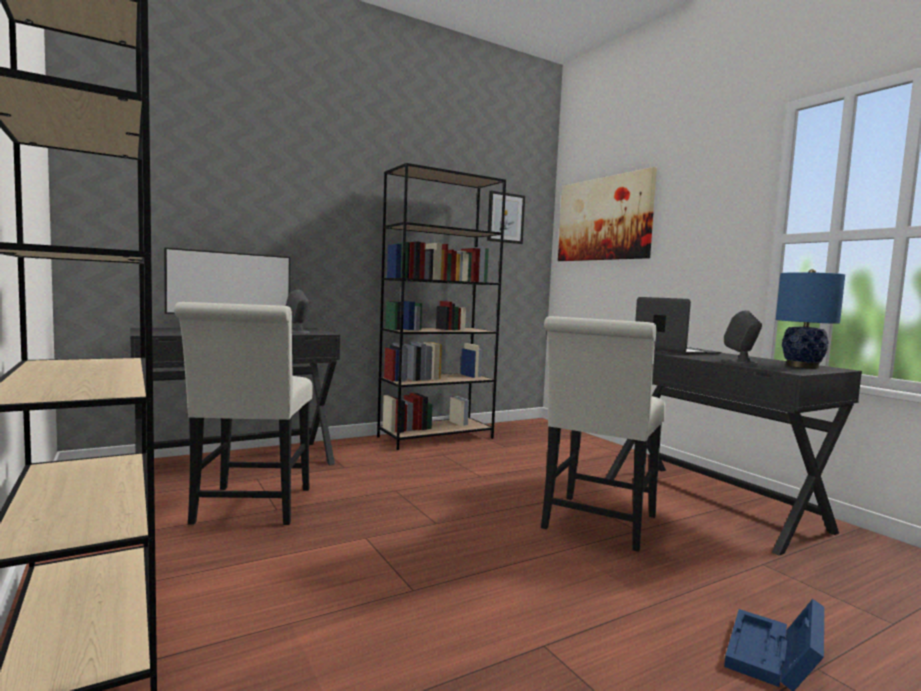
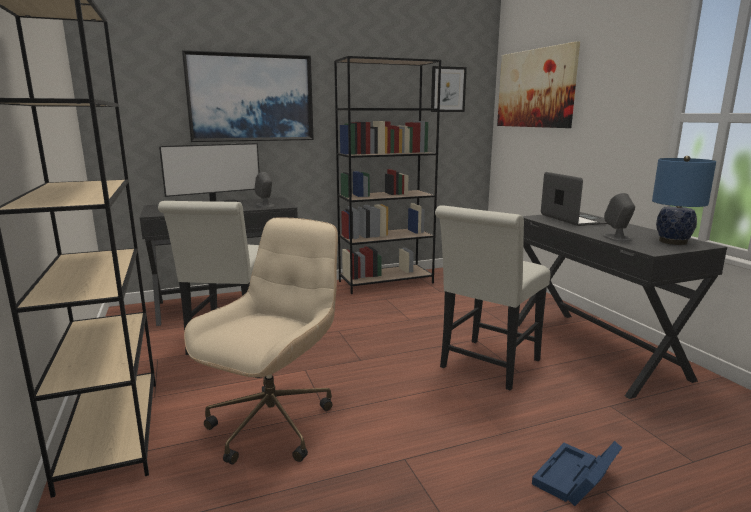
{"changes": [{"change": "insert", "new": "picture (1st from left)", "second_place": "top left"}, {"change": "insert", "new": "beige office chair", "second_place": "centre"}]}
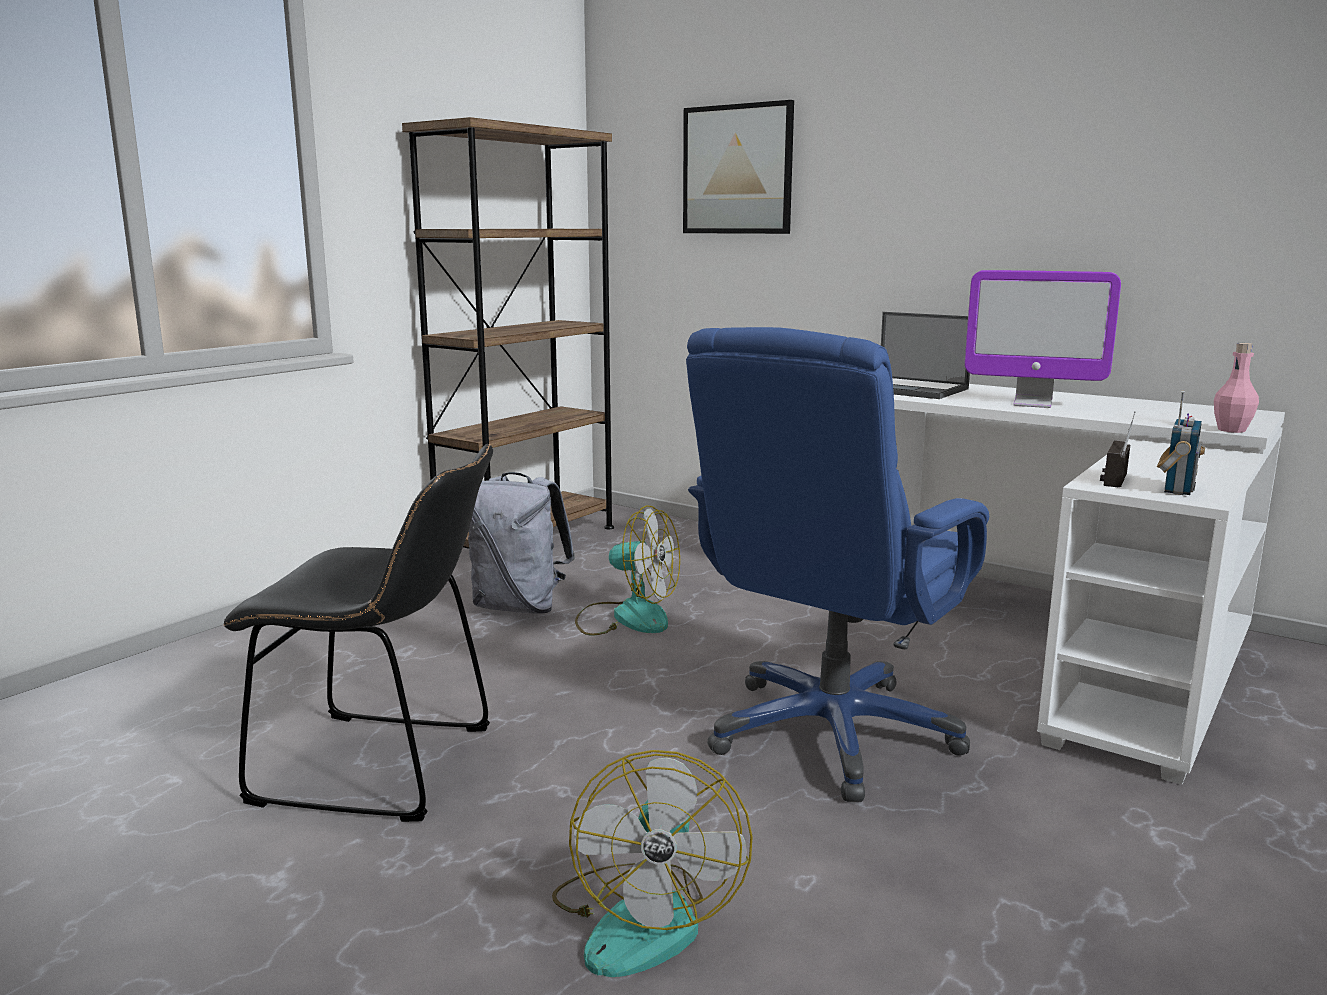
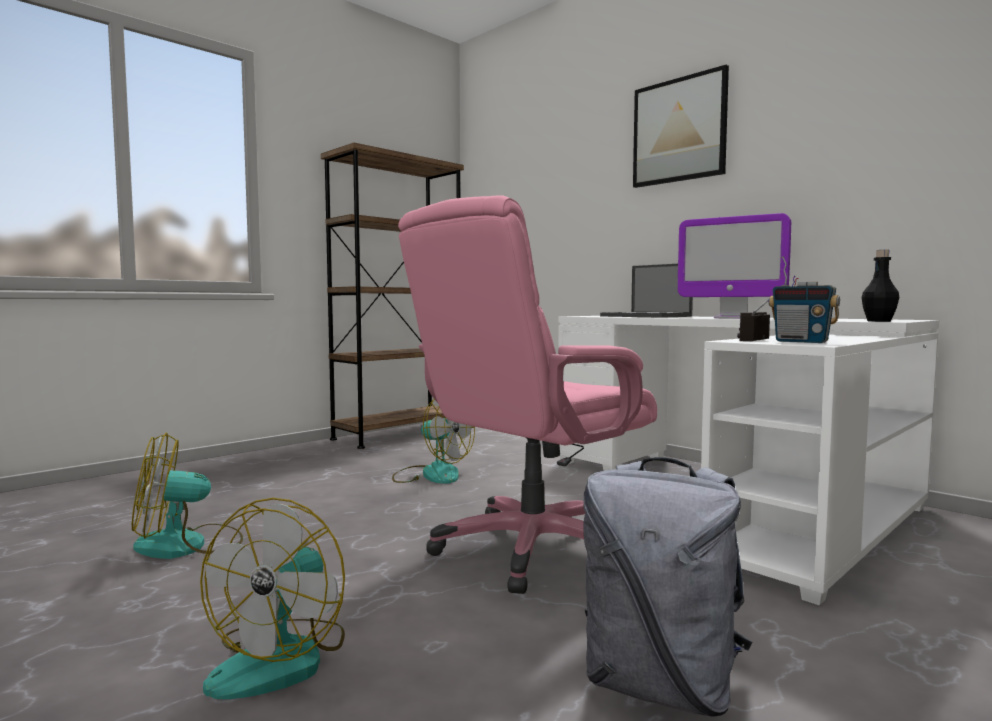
{"changes": [{"change": "replace", "old": "black chair", "new": "fan (1st from left)", "first_place": "middle left", "second_place": "bottom left"}, {"change": "recolor", "old": "blue office chair", "new": "pink office chair", "first_place": "centre", "second_place": "centre"}, {"change": "move", "old": "grey backpack", "first_place": "centre", "second_place": "bottom right"}, {"change": "move", "old": "picture", "first_place": "top centre", "second_place": "top right"}, {"change": "rotate", "old": "radio (2nd from left)", "first_place": "middle right", "second_place": "middle right", "degrees": 90}, {"change": "recolor", "old": "pink bottle", "new": "black bottle", "first_place": "middle right", "second_place": "middle right"}]}
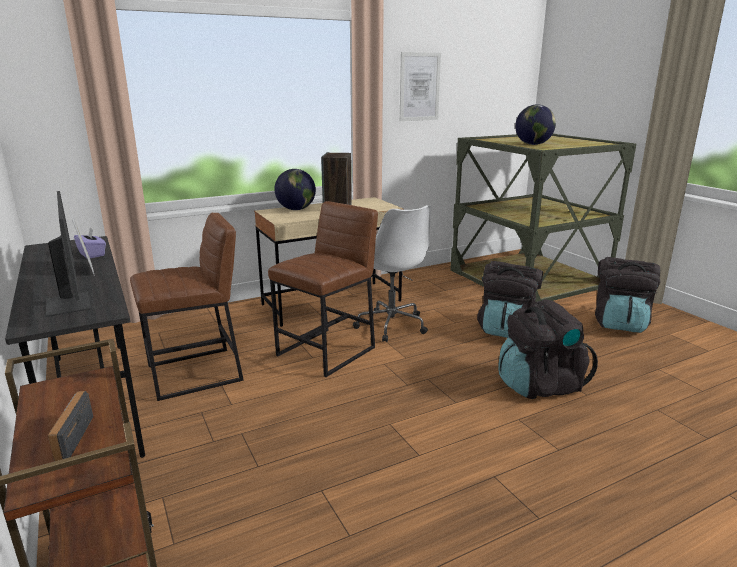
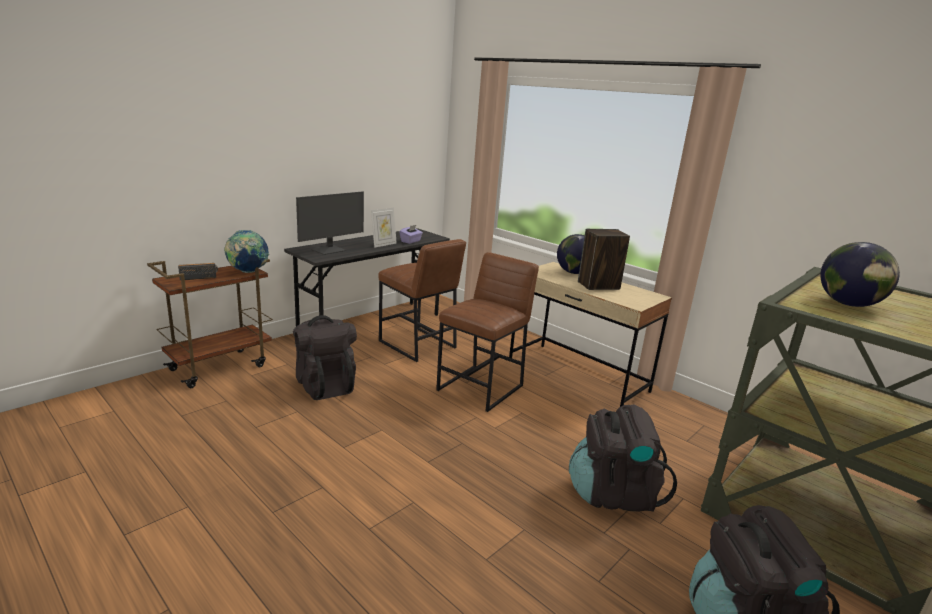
{"changes": [{"change": "insert", "new": "globe (1st from left)", "second_place": "middle left"}, {"change": "move", "old": "black backpack (2nd from left in the first image)", "new": "black backpack (1st from left)", "first_place": "middle right", "second_place": "centre"}, {"change": "rotate", "old": "brown chair (2nd from left)", "first_place": "centre", "second_place": "centre", "degrees": -75}, {"change": "delete", "old": "white office chair", "first_place": "centre"}, {"change": "delete", "old": "picture", "first_place": "top centre"}]}
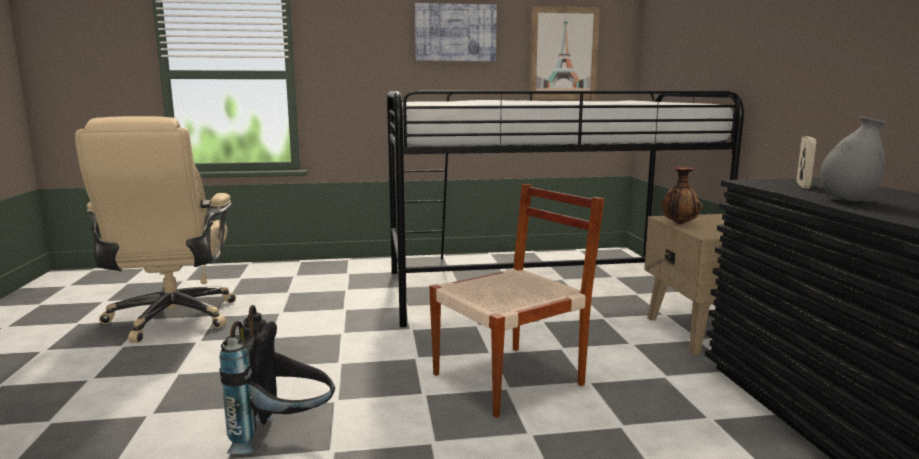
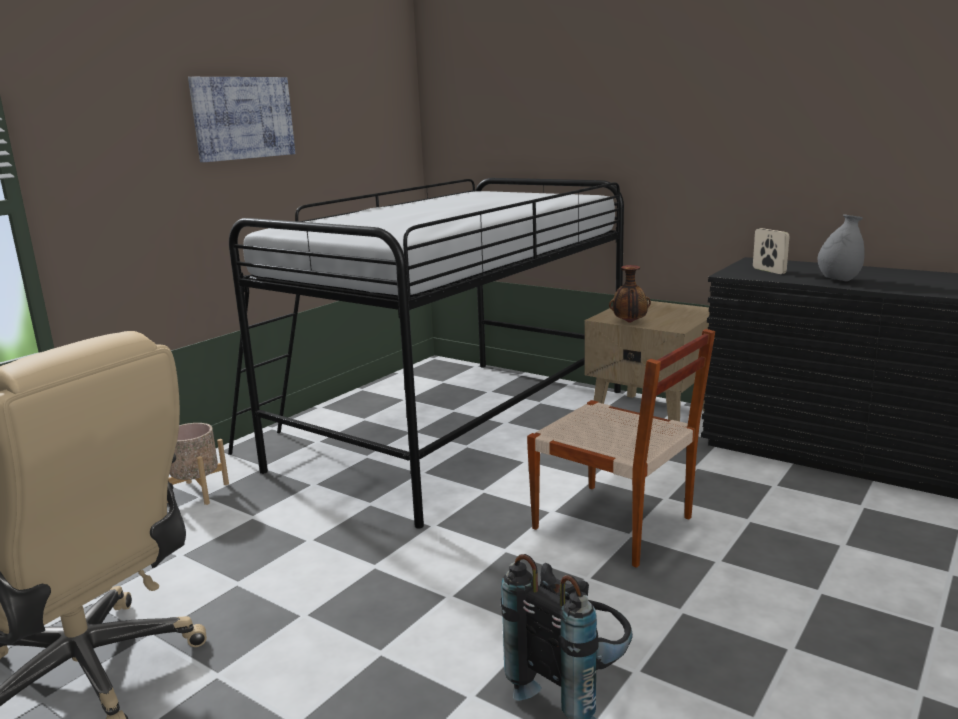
{"changes": [{"change": "insert", "new": "beige planter", "second_place": "middle left"}, {"change": "rotate", "old": "chair", "first_place": "centre", "second_place": "centre", "degrees": 120}, {"change": "delete", "old": "picture (2nd from left)", "first_place": "top centre"}]}
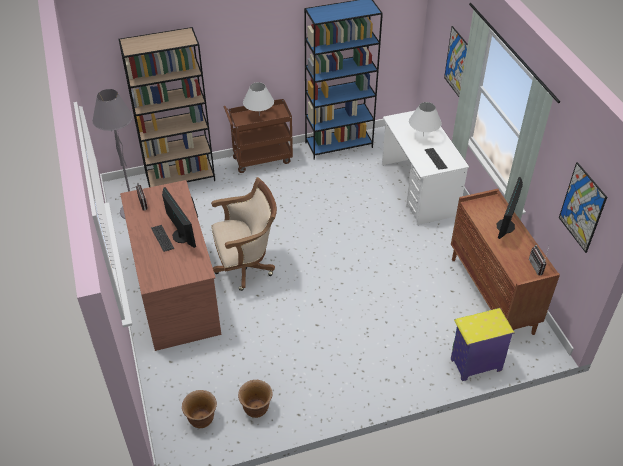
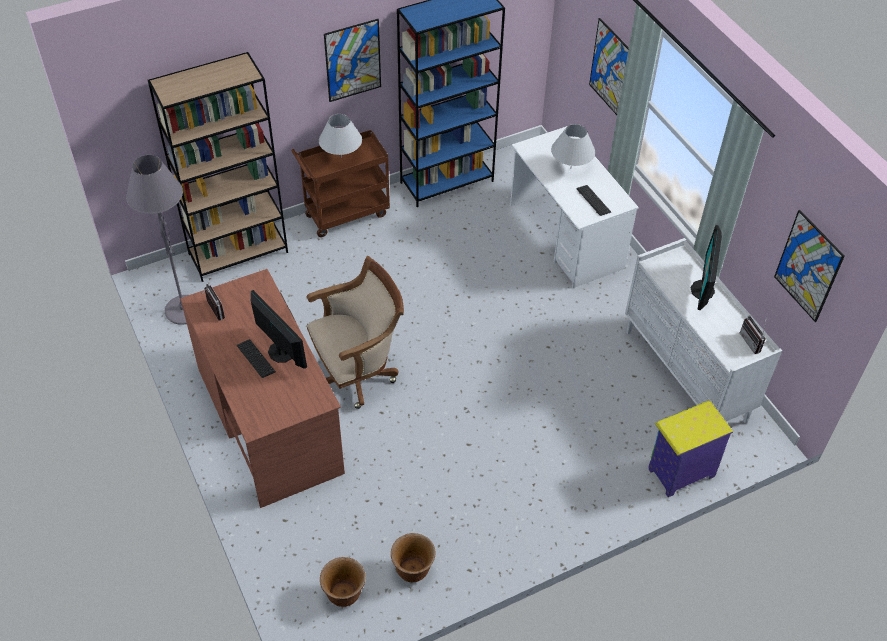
{"changes": [{"change": "insert", "new": "picture (1st from left)", "second_place": "top centre"}, {"change": "recolor", "old": "brown cabinet", "new": "white cabinet", "first_place": "middle right", "second_place": "middle right"}]}
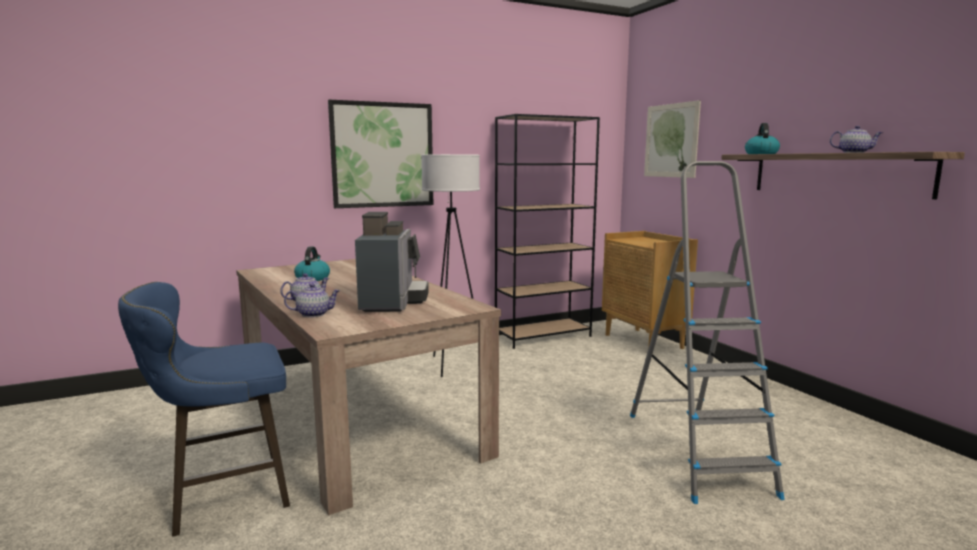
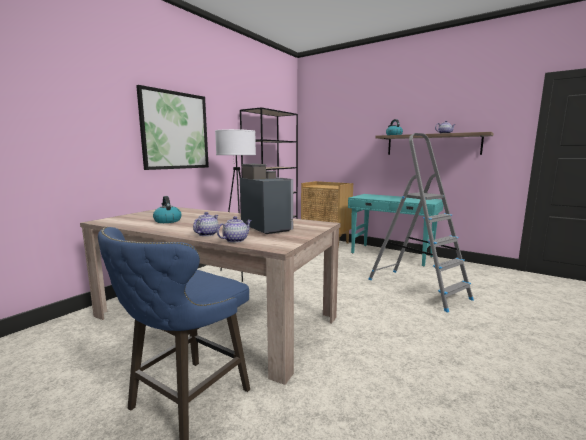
{"changes": [{"change": "insert", "new": "turquoise console table", "second_place": "middle right"}, {"change": "delete", "old": "picture (2nd from left)", "first_place": "top right"}]}
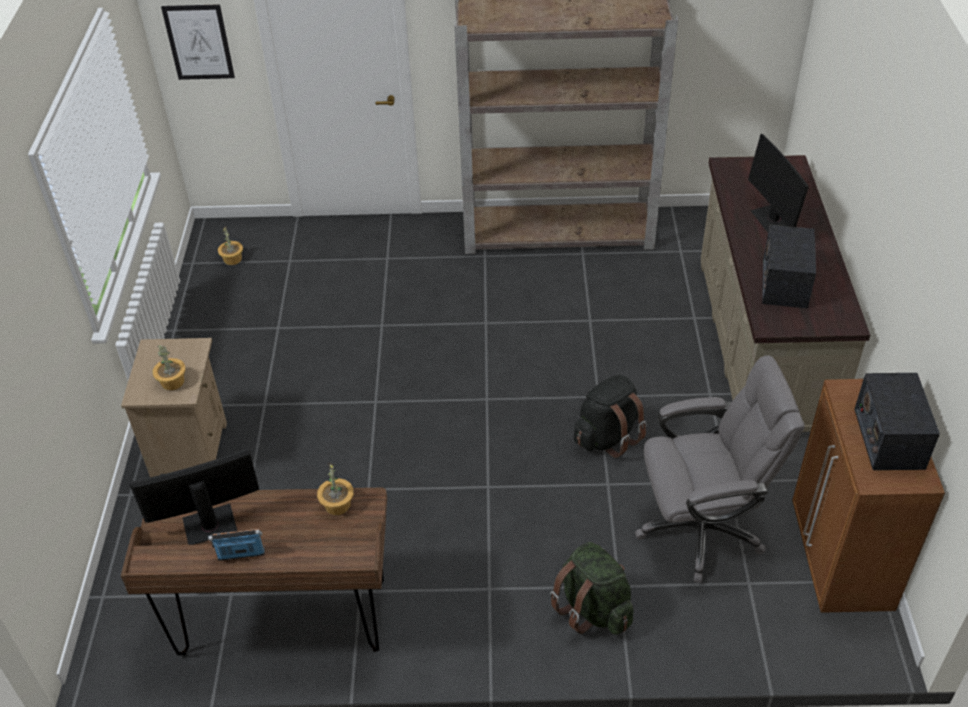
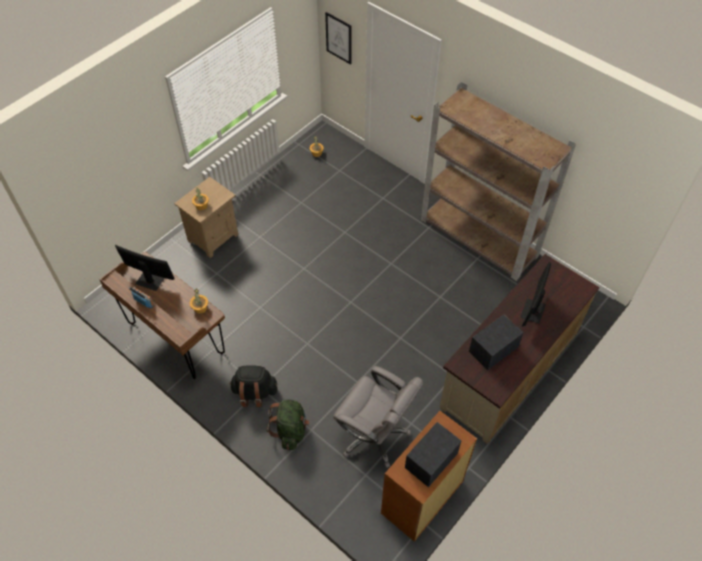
{"changes": [{"change": "move", "old": "black backpack", "first_place": "centre", "second_place": "bottom centre"}]}
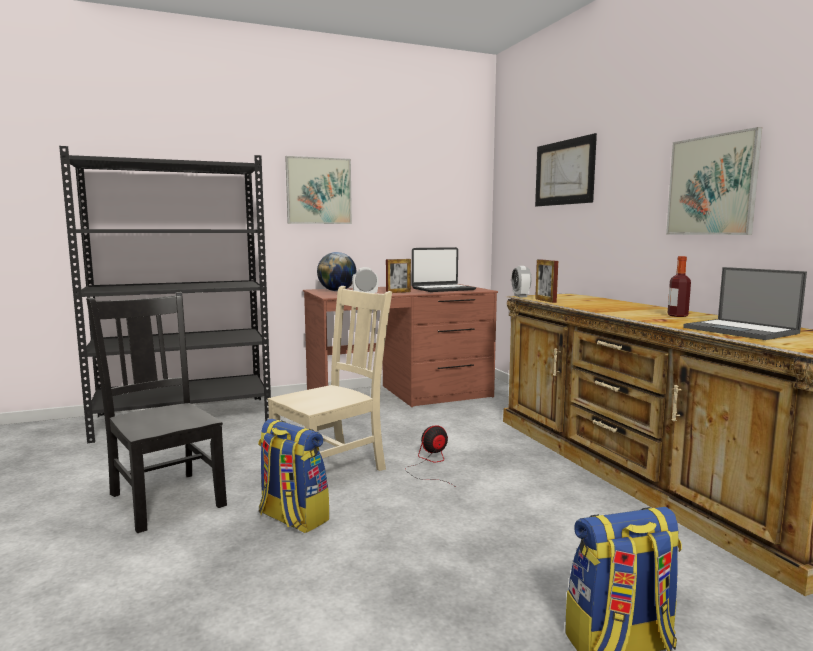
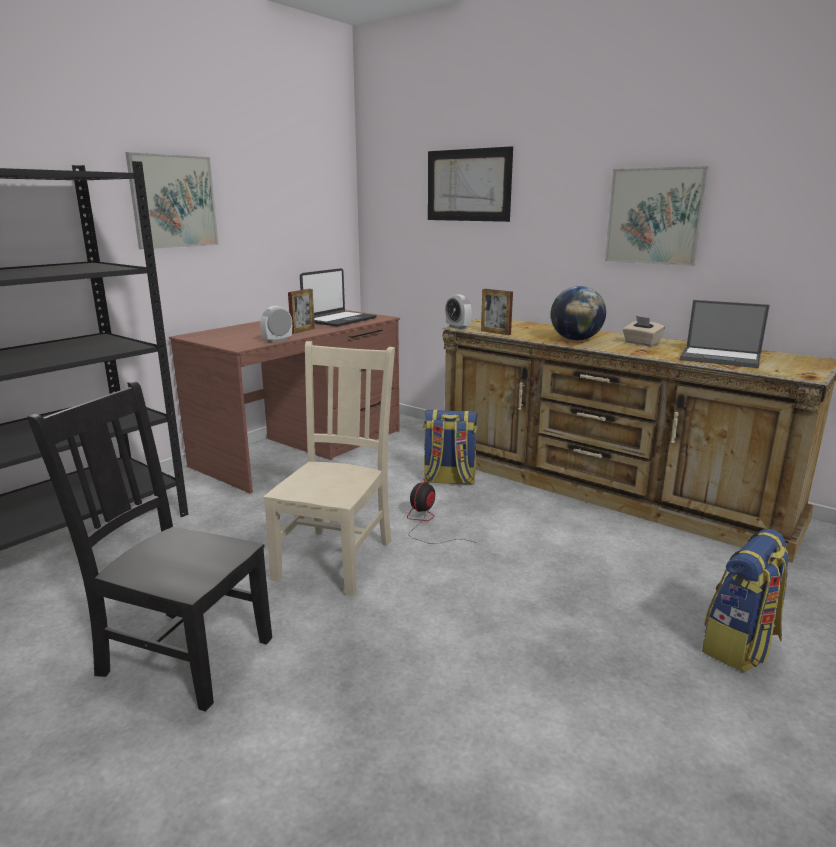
{"changes": [{"change": "move", "old": "backpack (1st from left)", "first_place": "bottom centre", "second_place": "centre"}, {"change": "move", "old": "globe", "first_place": "centre", "second_place": "middle right"}, {"change": "replace", "old": "bottle", "new": "beige tissue box", "first_place": "middle right", "second_place": "middle right"}]}
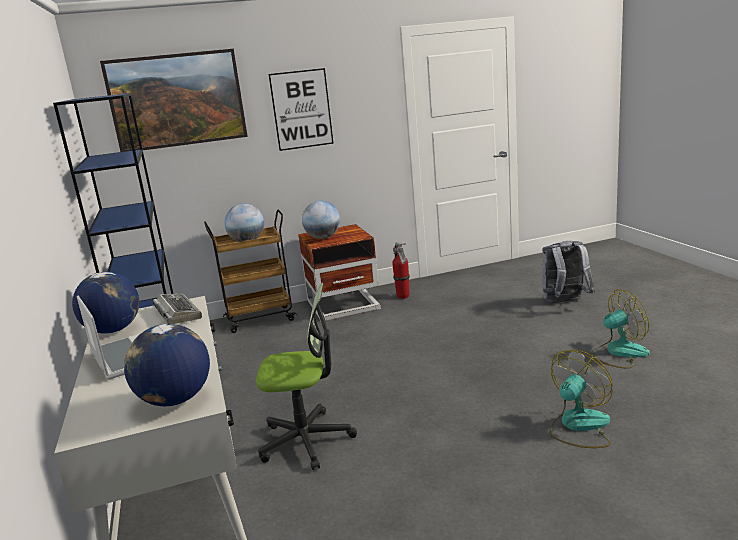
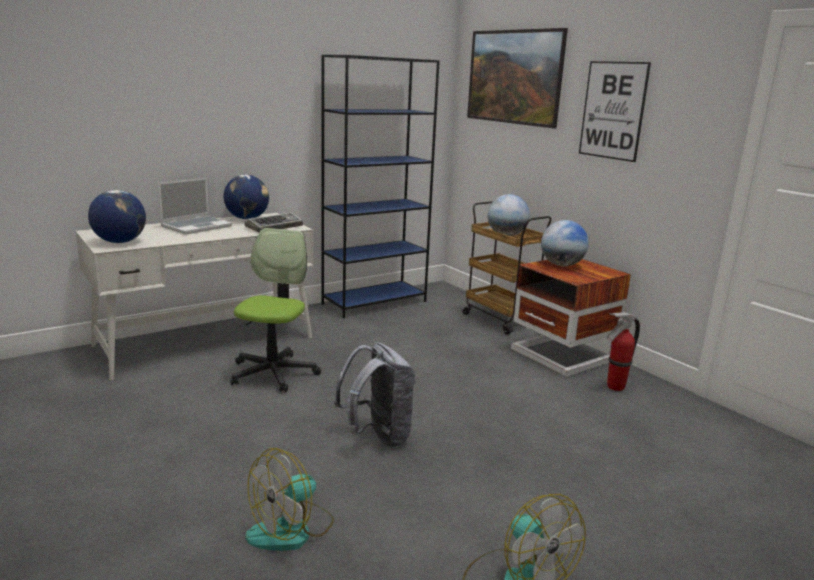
{"changes": [{"change": "rotate", "old": "office chair", "first_place": "bottom centre", "second_place": "centre", "degrees": -150}, {"change": "rotate", "old": "fan (1st from left)", "first_place": "bottom right", "second_place": "bottom centre", "degrees": 105}, {"change": "move", "old": "grey backpack", "first_place": "middle right", "second_place": "bottom centre"}]}
